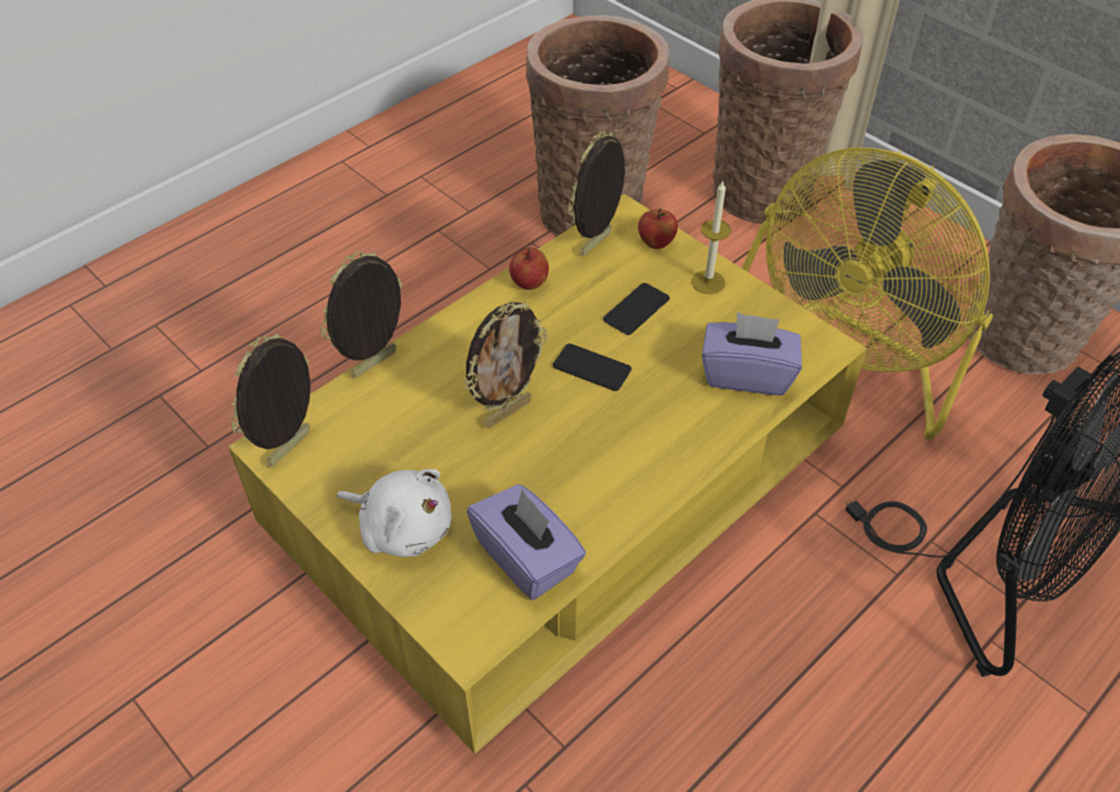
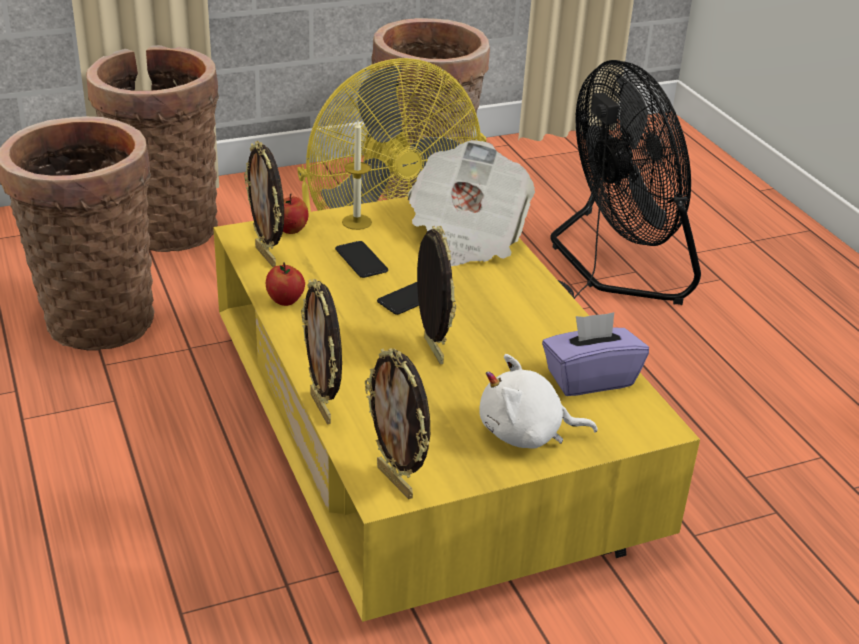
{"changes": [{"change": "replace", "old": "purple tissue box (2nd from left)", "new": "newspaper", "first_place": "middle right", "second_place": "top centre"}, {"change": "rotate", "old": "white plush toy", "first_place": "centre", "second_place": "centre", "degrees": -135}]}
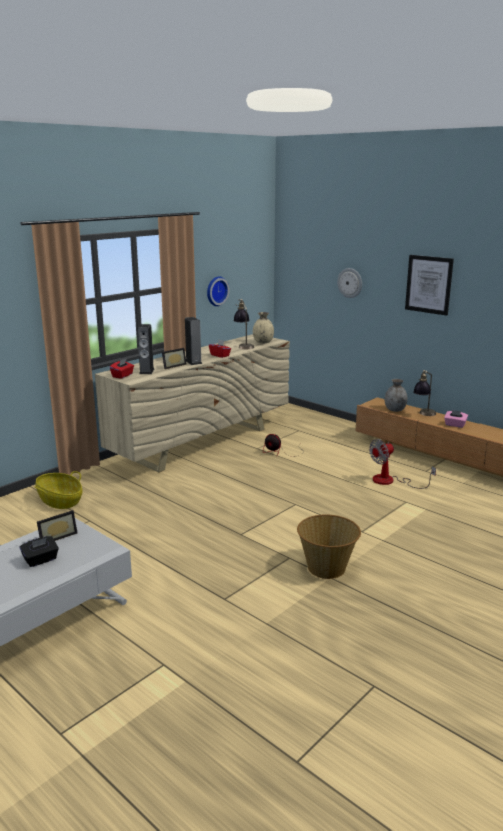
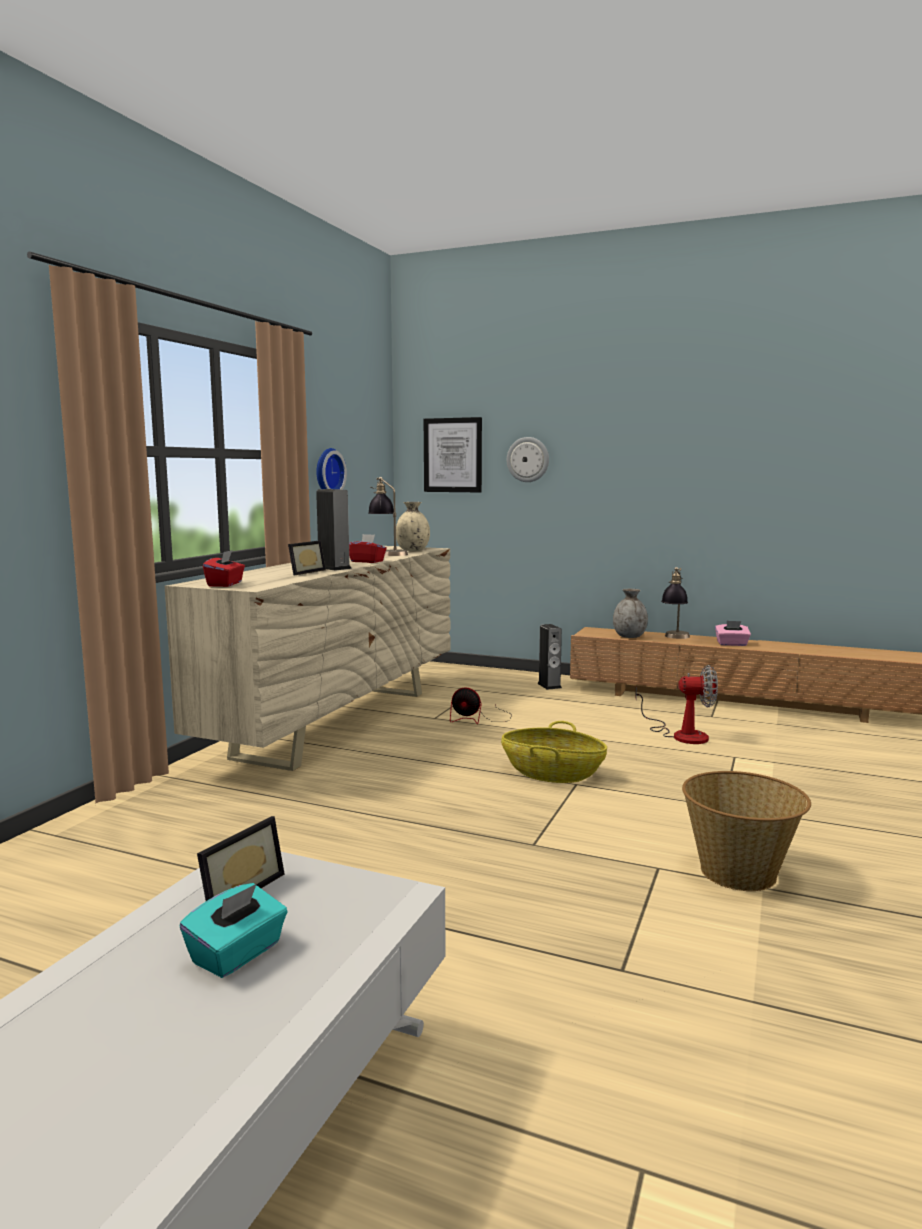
{"changes": [{"change": "recolor", "old": "black tissue box", "new": "turquoise tissue box", "first_place": "middle left", "second_place": "bottom left"}, {"change": "move", "old": "picture", "first_place": "middle right", "second_place": "centre"}, {"change": "move", "old": "basket (1st from left)", "first_place": "middle left", "second_place": "centre"}, {"change": "move", "old": "speaker (1st from left in the first image)", "new": "speaker (2nd from left)", "first_place": "middle left", "second_place": "centre"}, {"change": "rotate", "old": "fan (2nd from left)", "first_place": "middle right", "second_place": "middle right", "degrees": -120}]}
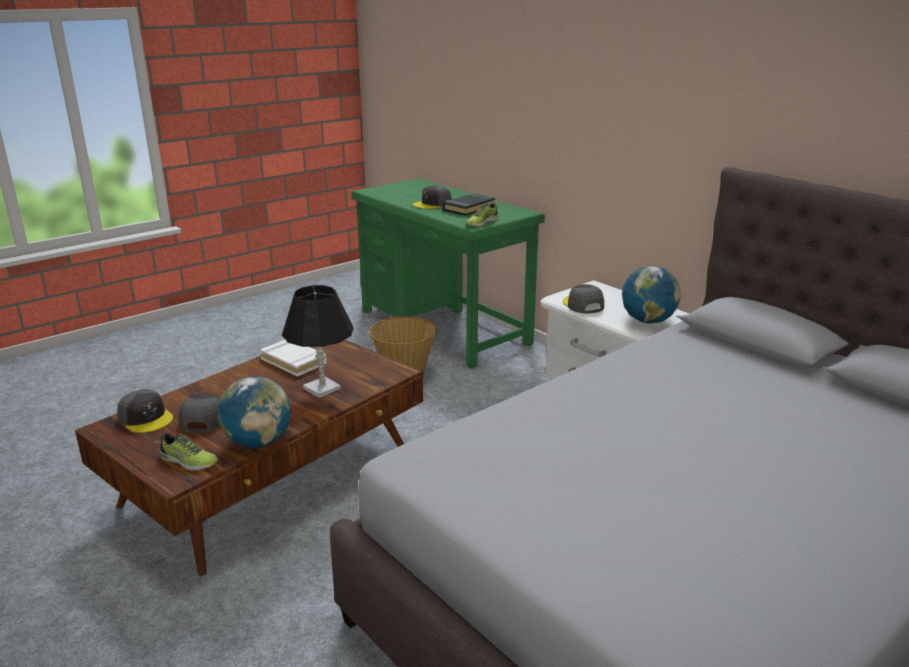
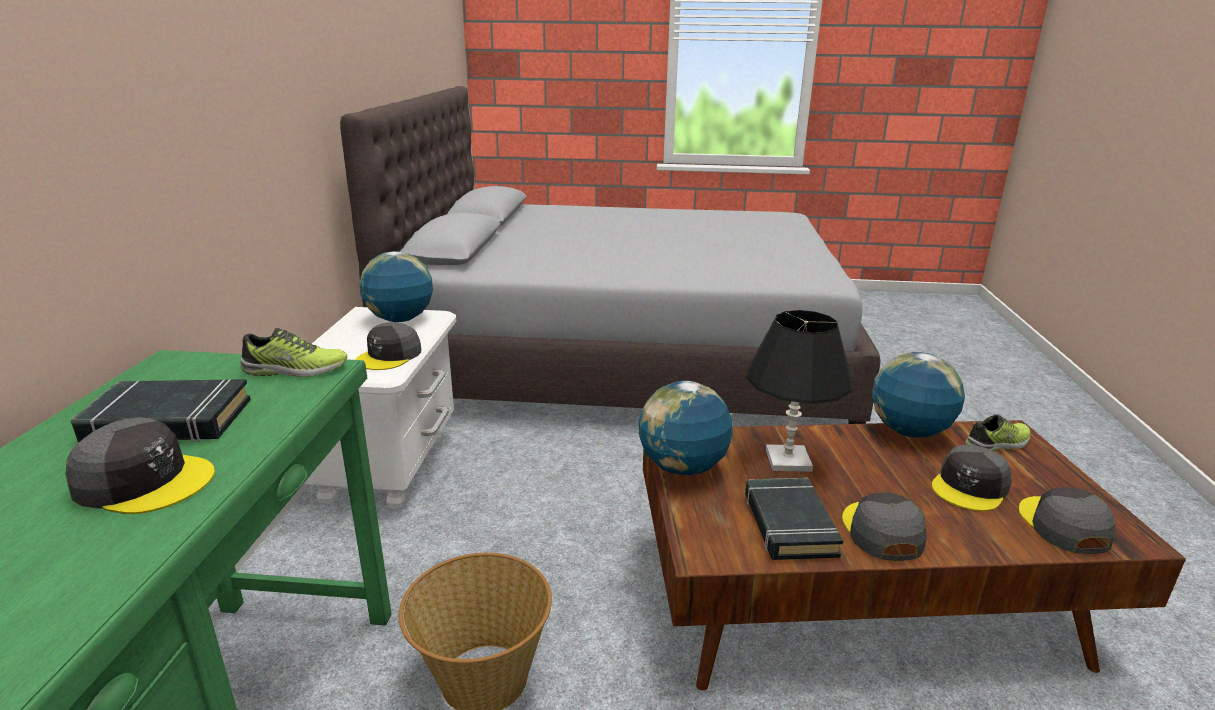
{"changes": [{"change": "insert", "new": "globe (2nd from left)", "second_place": "centre"}, {"change": "recolor", "old": "white book", "new": "black book (2nd from left)", "first_place": "middle left", "second_place": "bottom centre"}, {"change": "insert", "new": "grey cap (3rd from left)", "second_place": "bottom right"}, {"change": "rotate", "old": "shoe (1st from left in the first image)", "first_place": "bottom left", "second_place": "middle right", "degrees": 90}]}
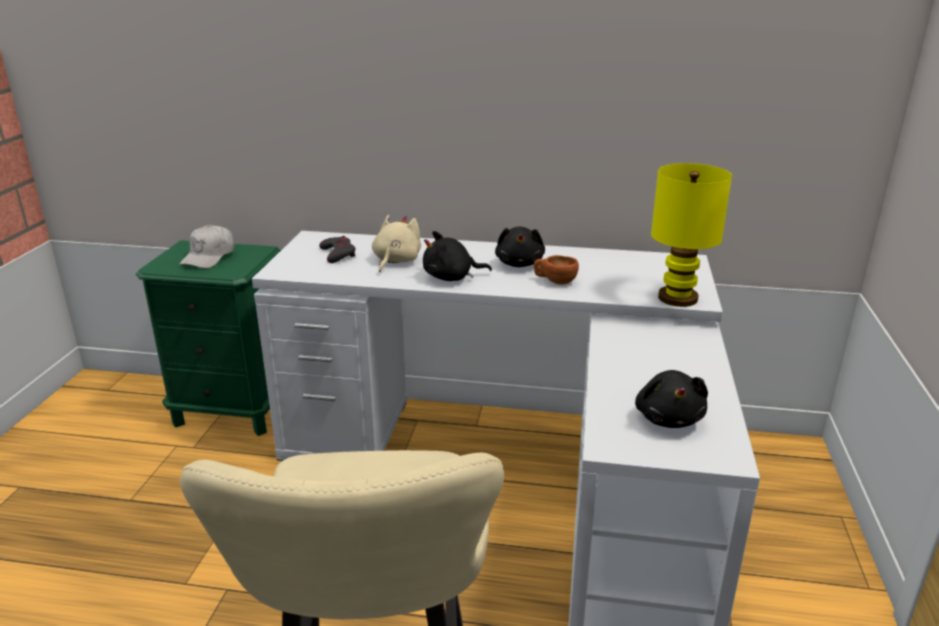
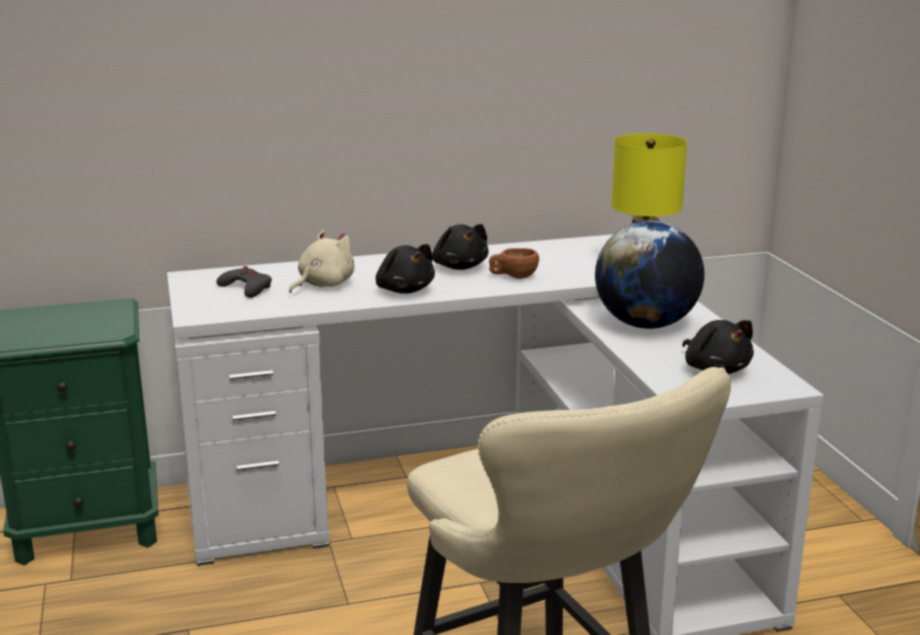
{"changes": [{"change": "rotate", "old": "beige plush toy", "first_place": "centre", "second_place": "centre", "degrees": 45}, {"change": "rotate", "old": "black plush toy (1st from left)", "first_place": "centre", "second_place": "centre", "degrees": -90}, {"change": "insert", "new": "globe", "second_place": "middle right"}, {"change": "delete", "old": "white cap", "first_place": "middle left"}]}
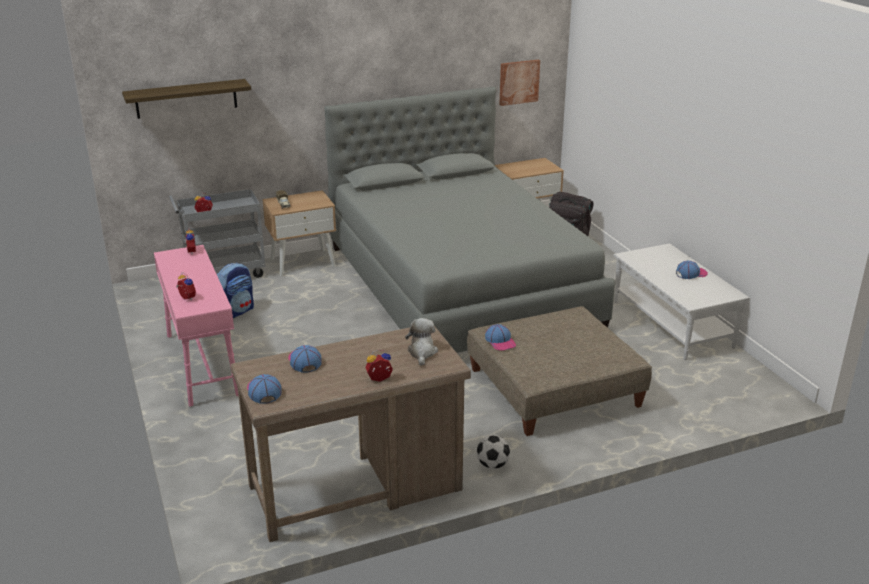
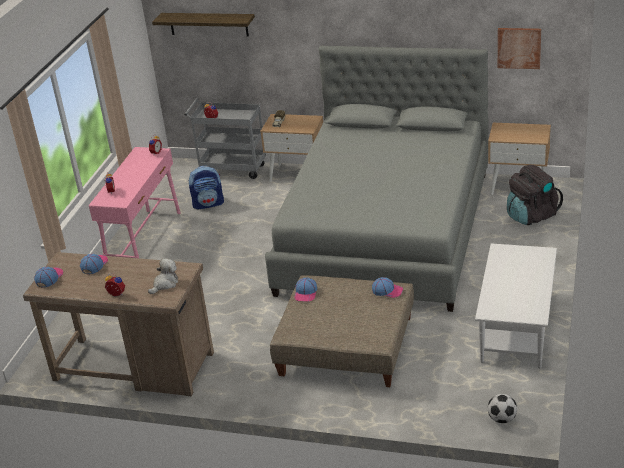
{"changes": [{"change": "move", "old": "cap (4th from left)", "first_place": "middle right", "second_place": "centre"}, {"change": "move", "old": "football", "first_place": "bottom centre", "second_place": "bottom right"}]}
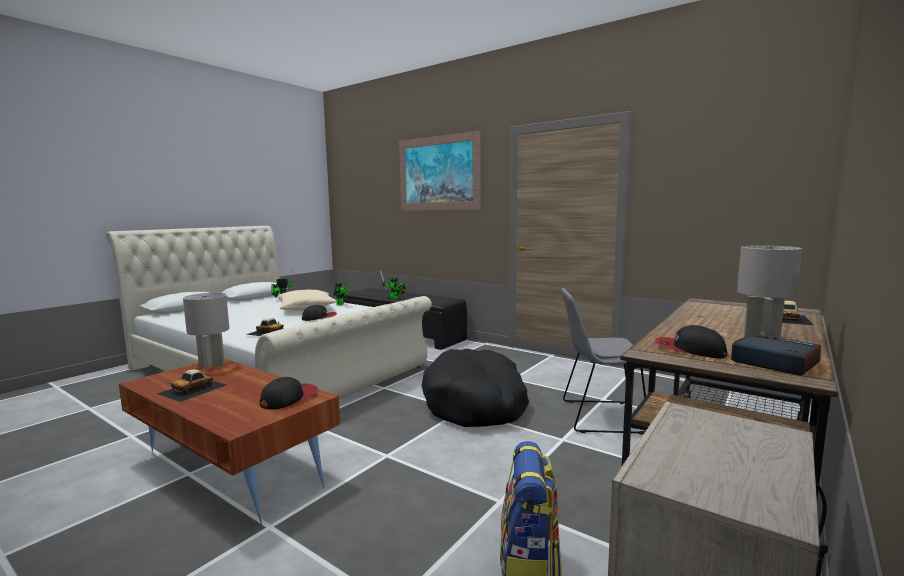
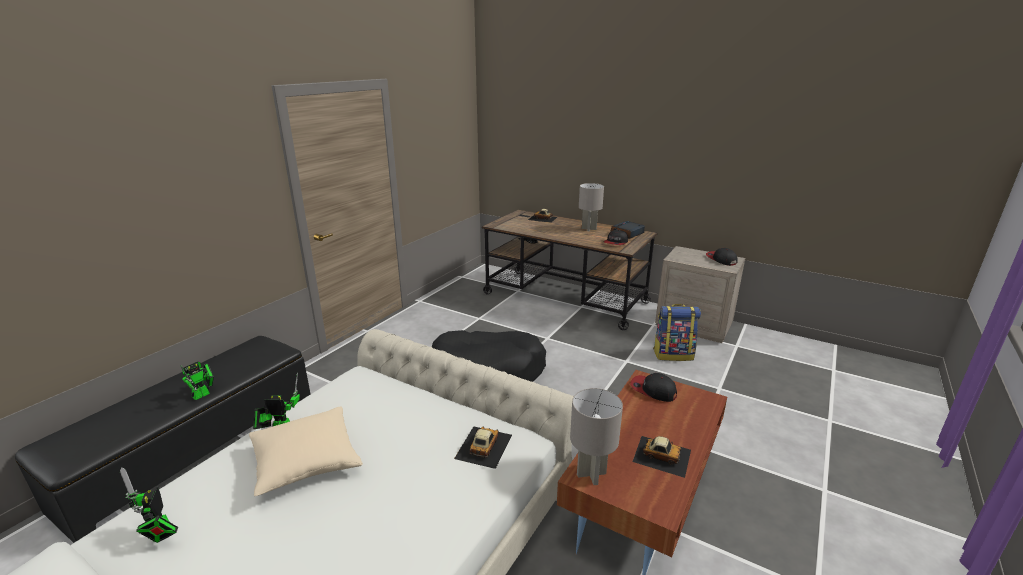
{"changes": [{"change": "move", "old": "cap (2nd from left in the first image)", "new": "cap (3rd from left)", "first_place": "centre", "second_place": "middle right"}, {"change": "delete", "old": "picture", "first_place": "top centre"}, {"change": "delete", "old": "grey chair", "first_place": "middle right"}]}
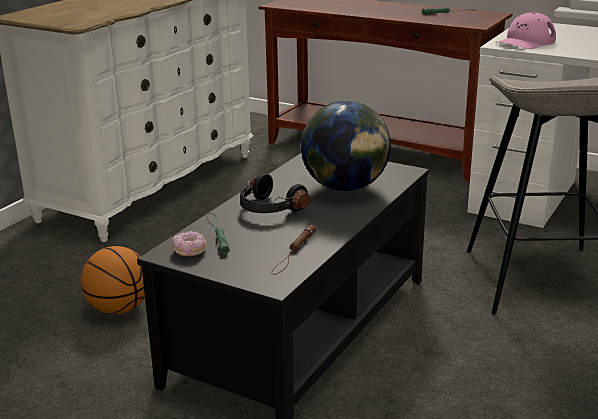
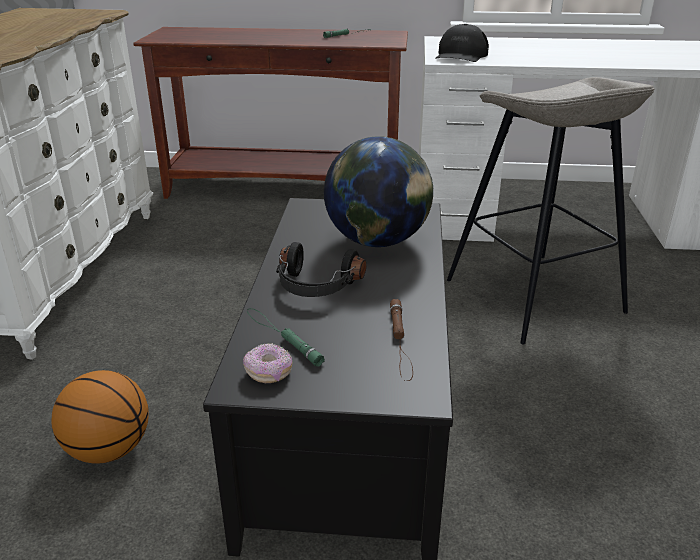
{"changes": [{"change": "recolor", "old": "pink cap", "new": "black cap", "first_place": "top right", "second_place": "top centre"}]}
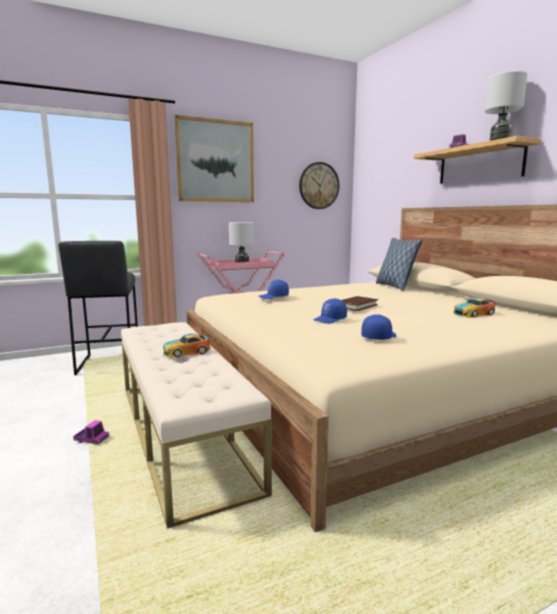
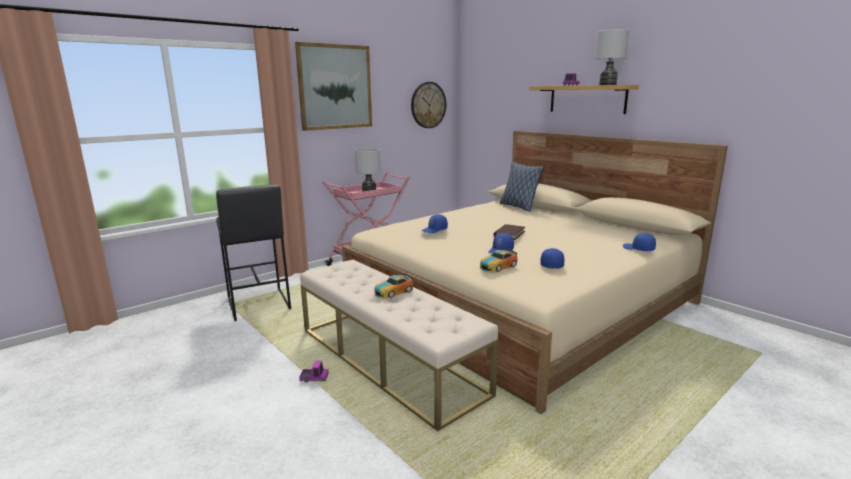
{"changes": [{"change": "move", "old": "toy car (2nd from left)", "first_place": "middle right", "second_place": "centre"}, {"change": "insert", "new": "blue cap (4th from left)", "second_place": "middle right"}]}
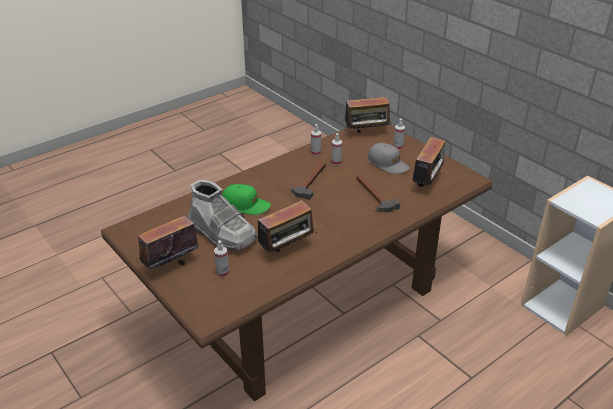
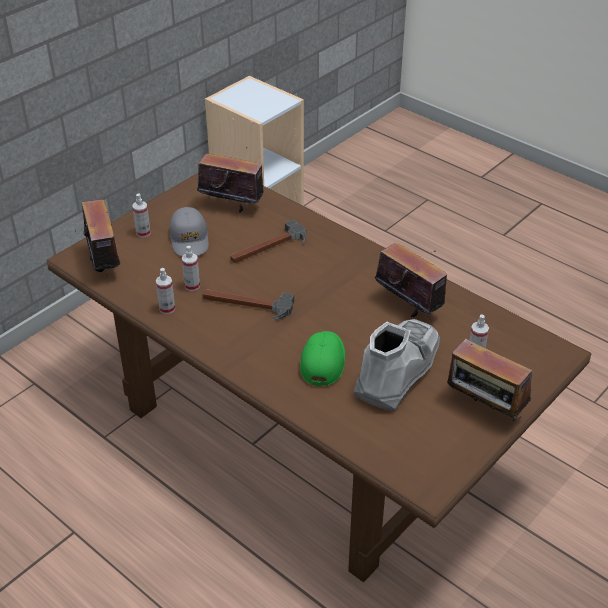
{"changes": [{"change": "rotate", "old": "grey cap", "first_place": "centre", "second_place": "middle left", "degrees": 135}]}
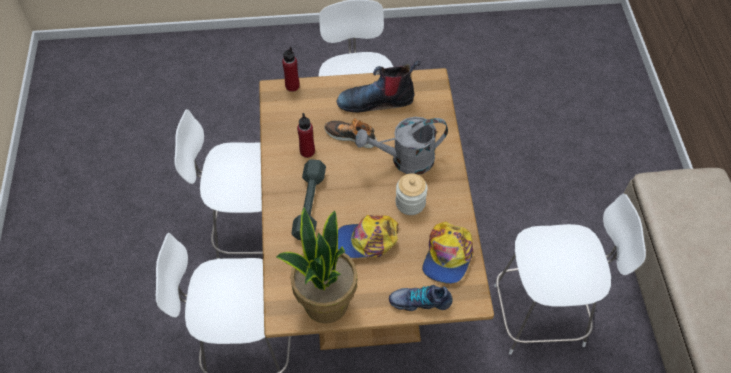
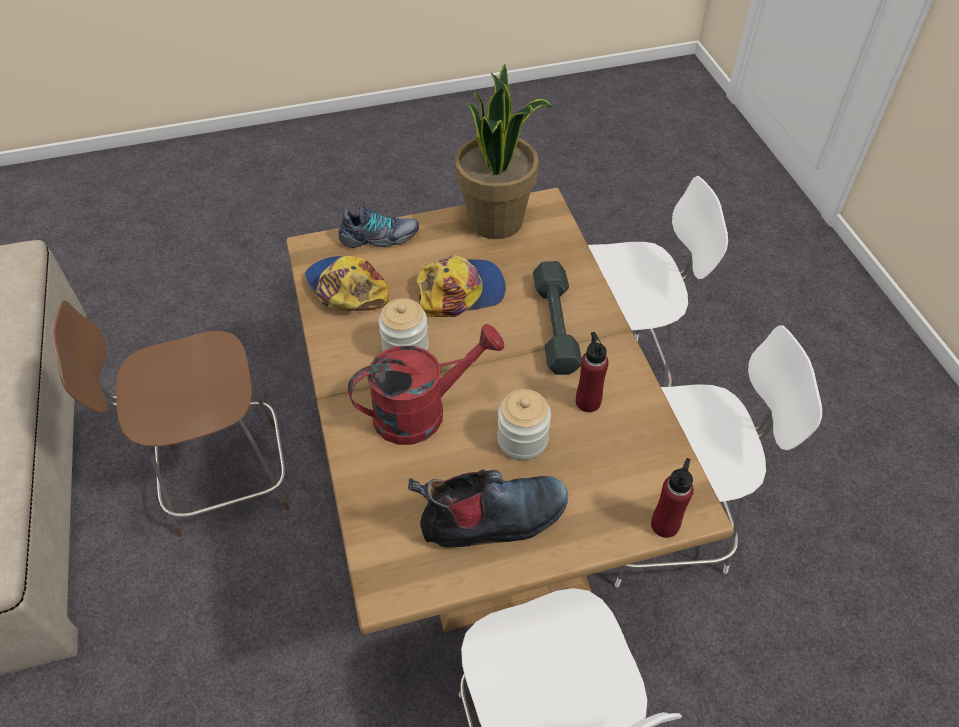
{"changes": [{"change": "recolor", "old": "white chair (4th from left)", "new": "brown chair", "first_place": "bottom right", "second_place": "middle left"}, {"change": "rotate", "old": "cap (2nd from left in the first image)", "first_place": "bottom centre", "second_place": "centre", "degrees": -45}, {"change": "recolor", "old": "grey watering can", "new": "red watering can", "first_place": "centre", "second_place": "centre"}, {"change": "replace", "old": "shoe (1st from left)", "new": "jar (2nd from left)", "first_place": "centre", "second_place": "centre"}]}
